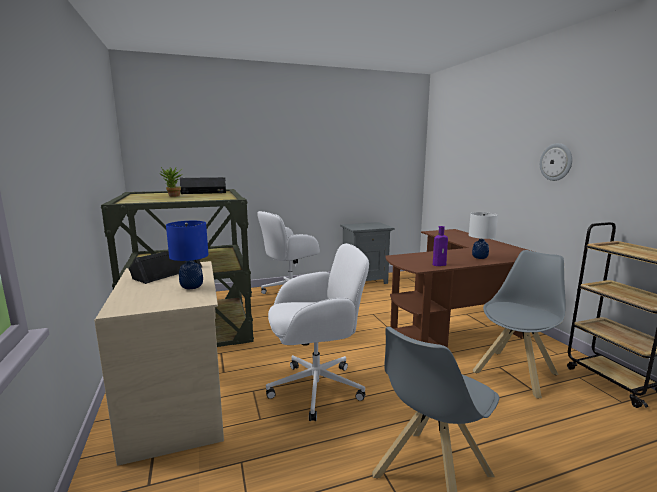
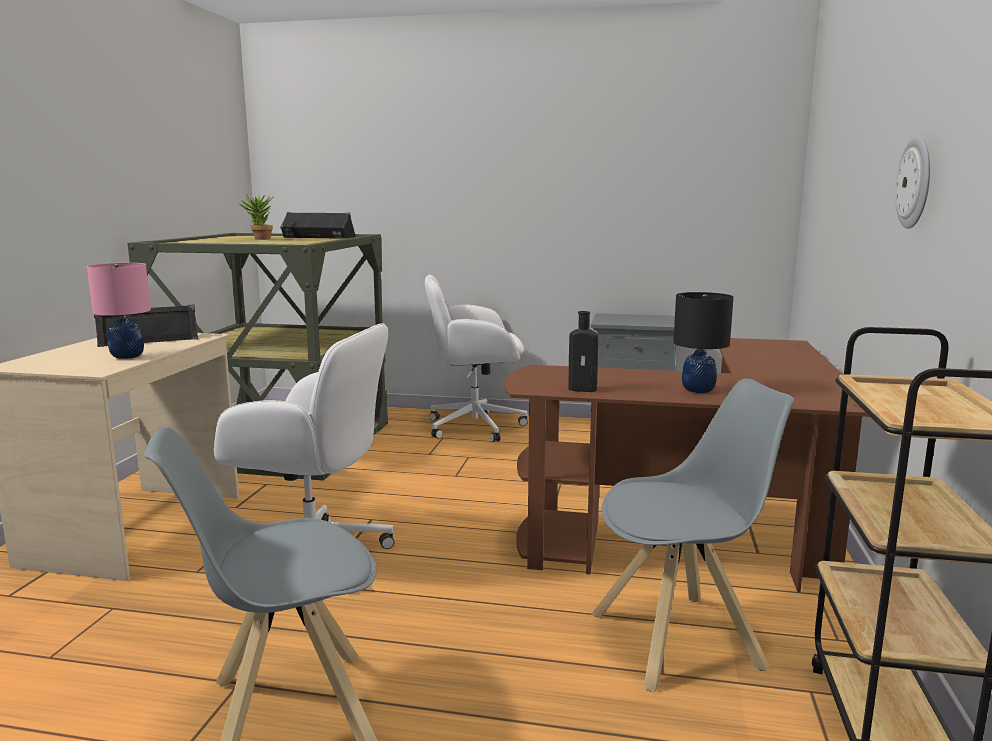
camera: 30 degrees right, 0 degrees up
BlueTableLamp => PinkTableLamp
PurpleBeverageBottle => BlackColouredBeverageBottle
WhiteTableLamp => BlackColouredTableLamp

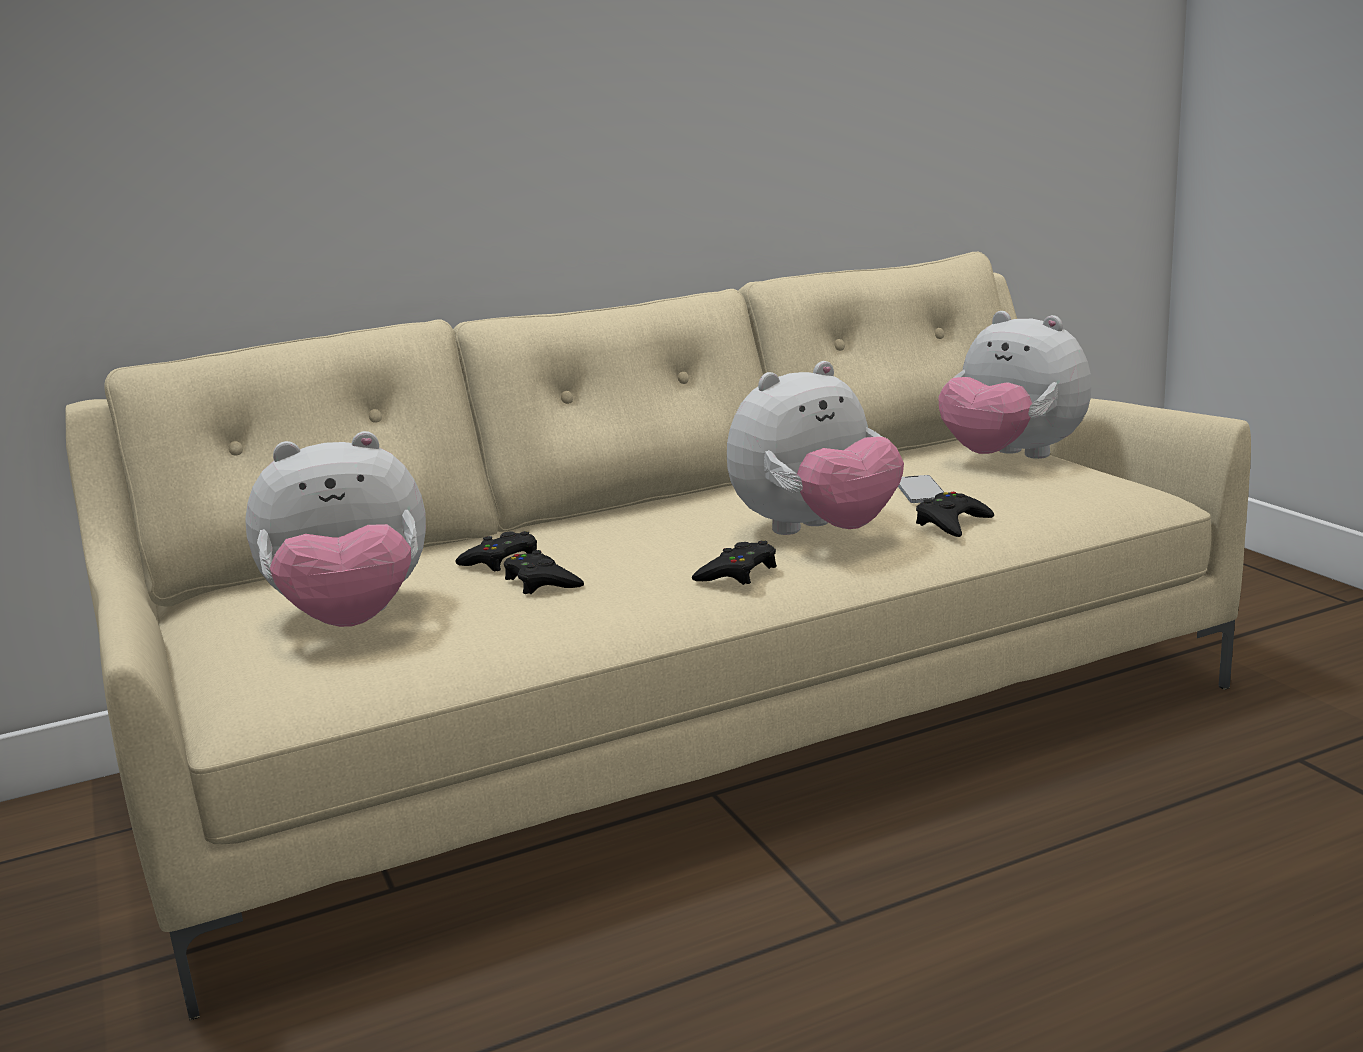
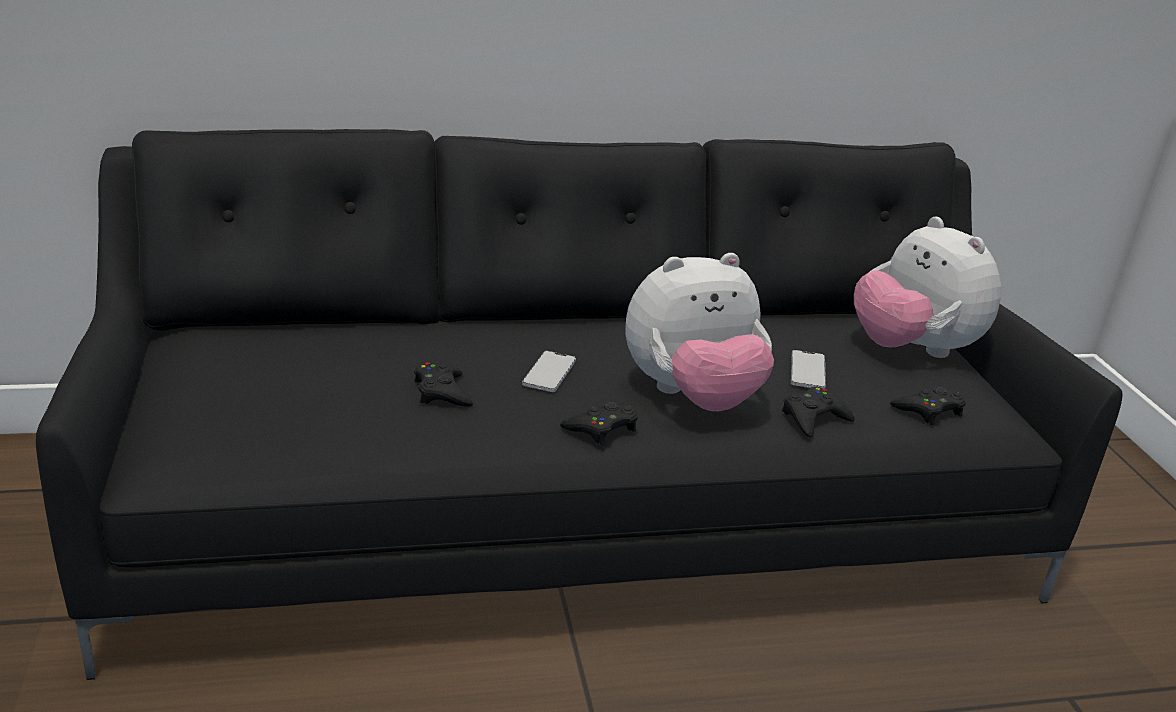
camera: 10 degrees right, 10 degrees up
SandColouredSettee => BlackColouredSettee
PlushToy (no. 1 from left) => nothing
BlackColouredGameController (no. 1 from left in the first image) => BlackColouredGameController (no. 4 from left), relocated
nothing => Handset (no. 1 from left)

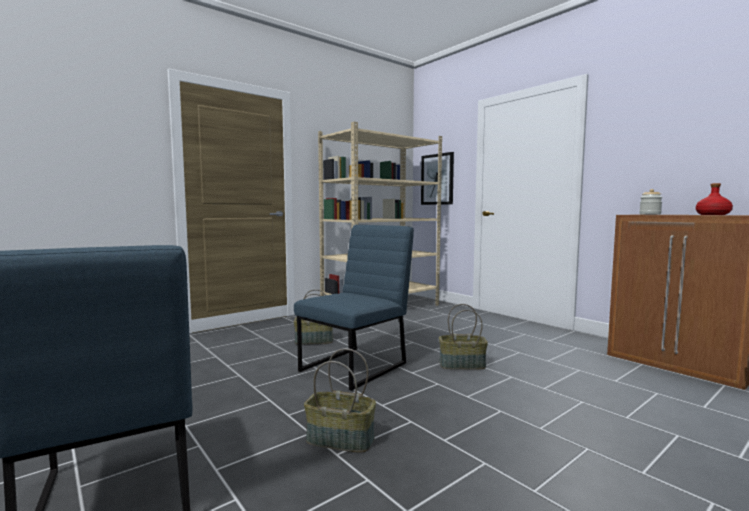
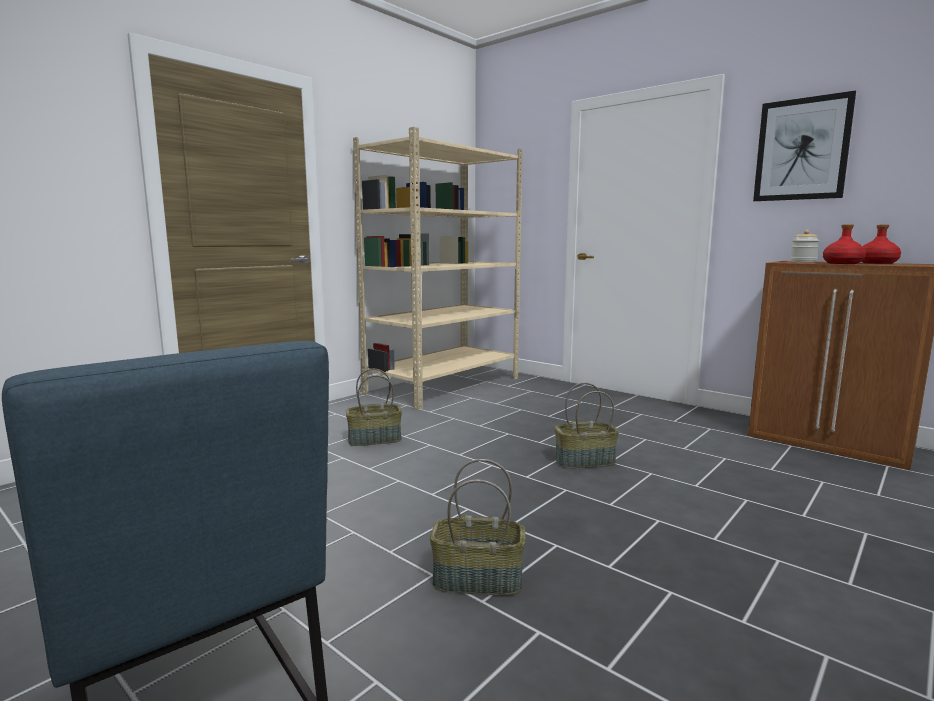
camera: 10 degrees left, 5 degrees up
BlueUprightChair (no. 2 from left) => nothing
WallPicture, relocated
nothing => RedBeverageBottle (no. 1 from left)

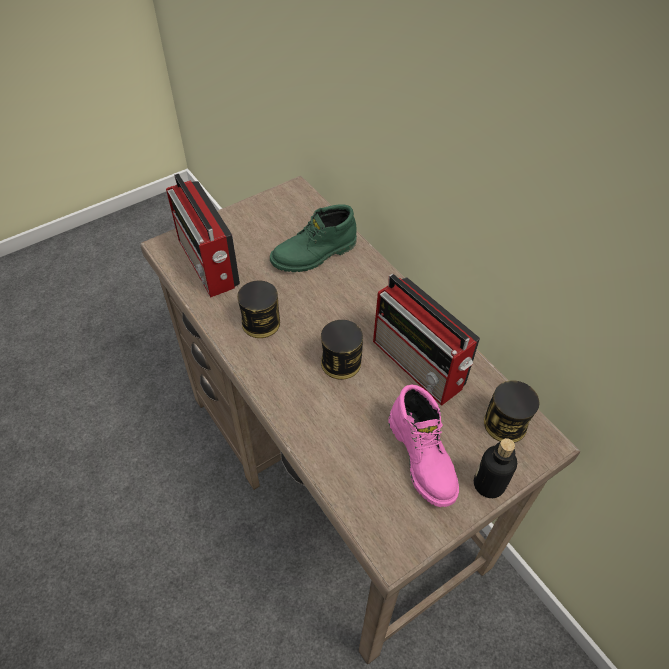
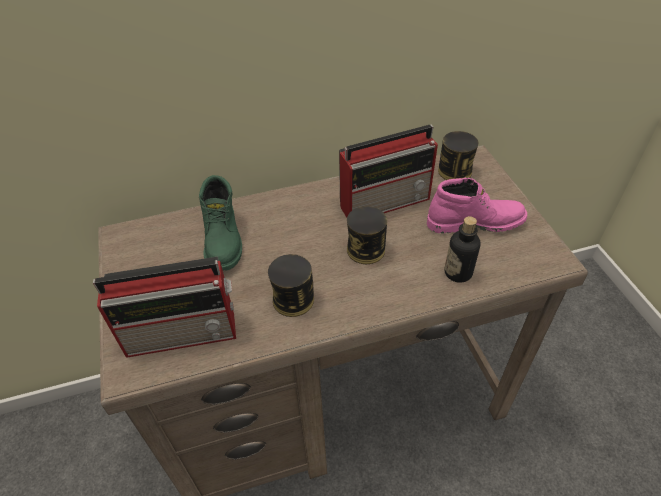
camera: 70 degrees left, 5 degrees down
BeverageBottle, relocated

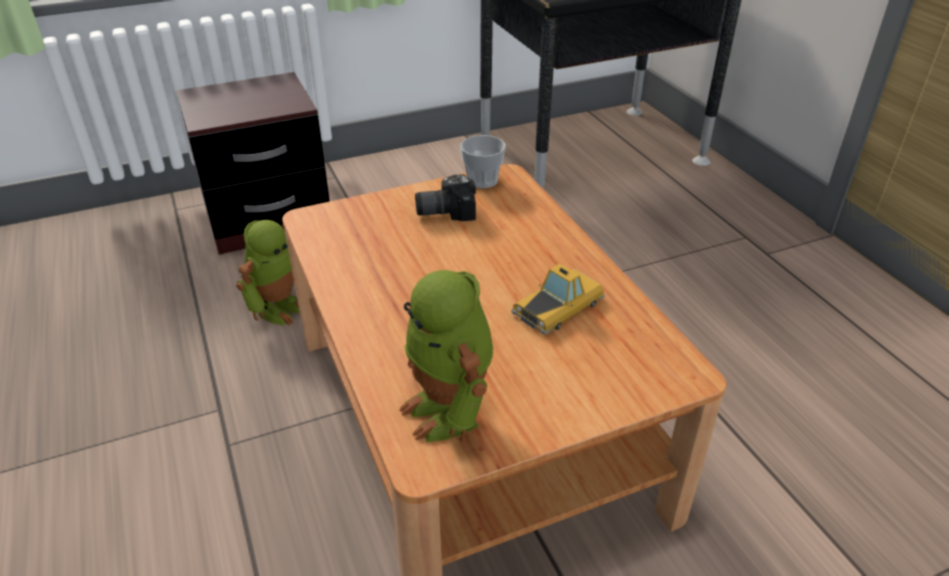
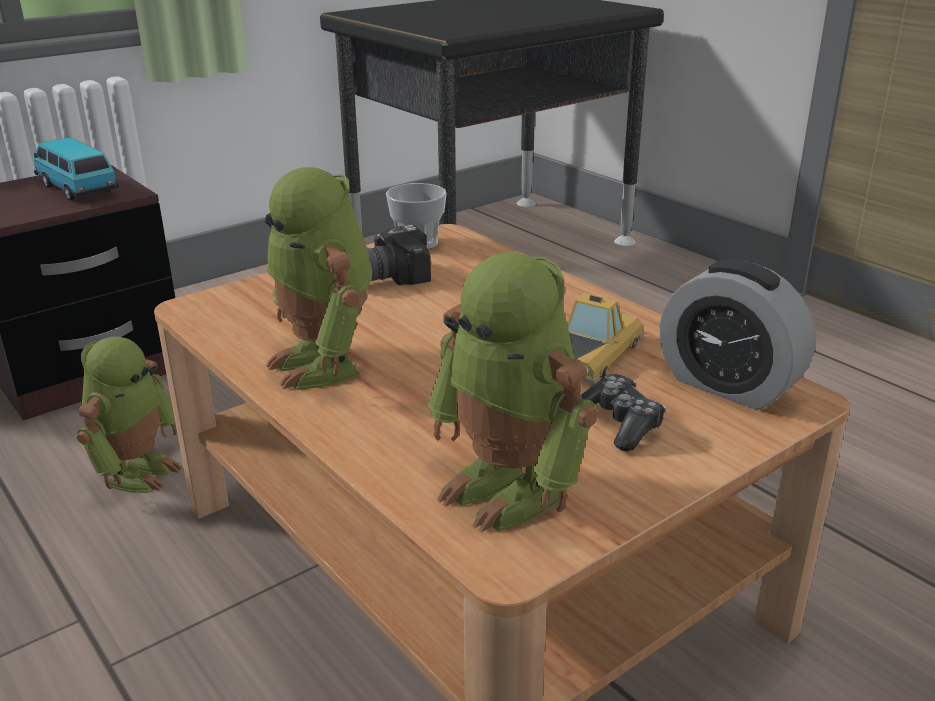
camera: 15 degrees left, 10 degrees down
nothing => MiniatureCar (no. 1 from left)
nothing => RobotFigure (no. 2 from left)
nothing => GameController
nothing => BedsideClock

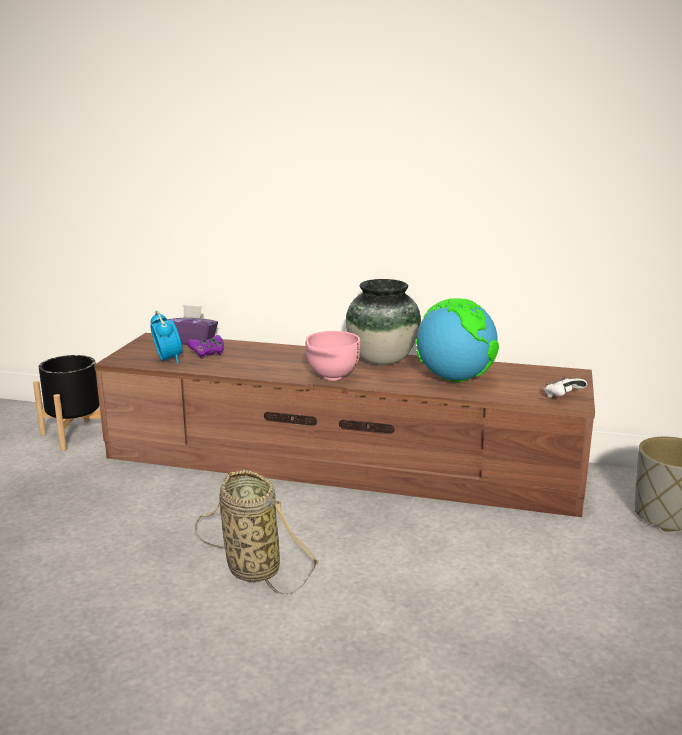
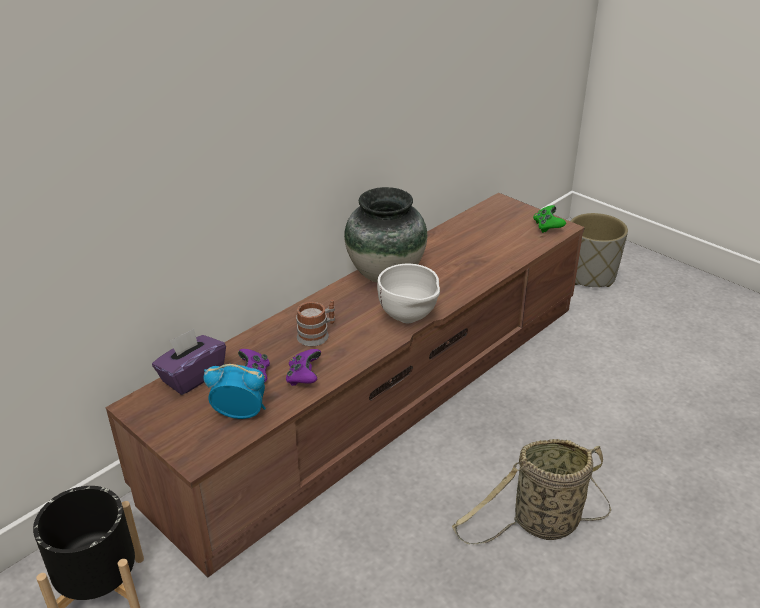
camera: 60 degrees left, 15 degrees up
PinkBowl => WhiteBowl
WorldGlobe => nothing
WhiteGameController => GreenColouredGameController
nothing => PurpleGameController (no. 2 from left)
nothing => CoffeeMug

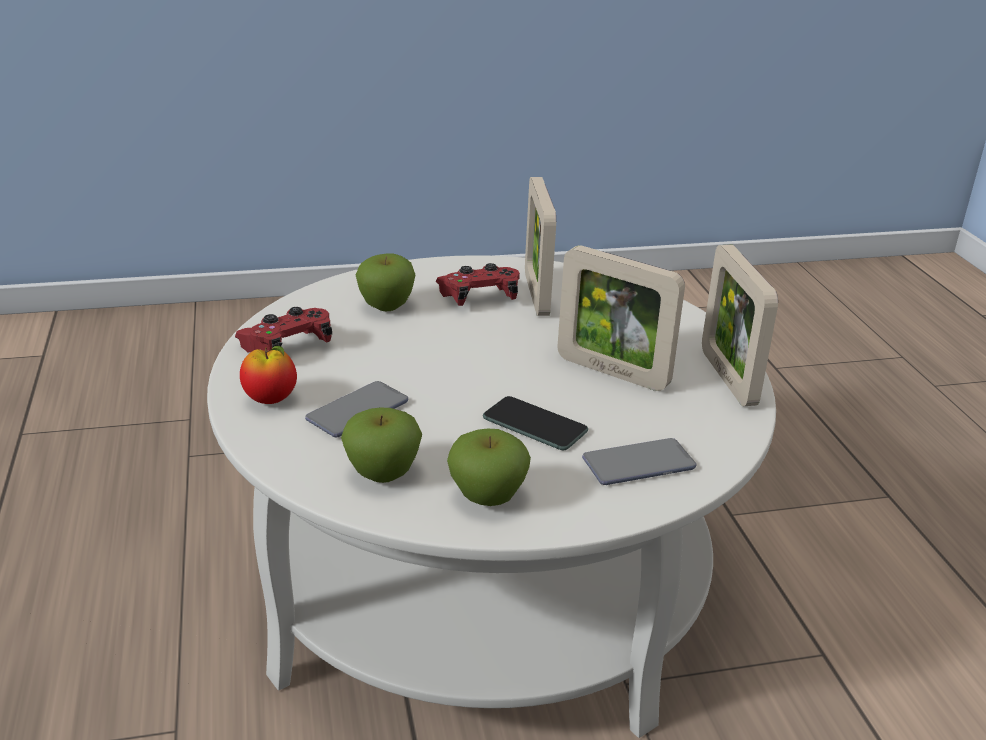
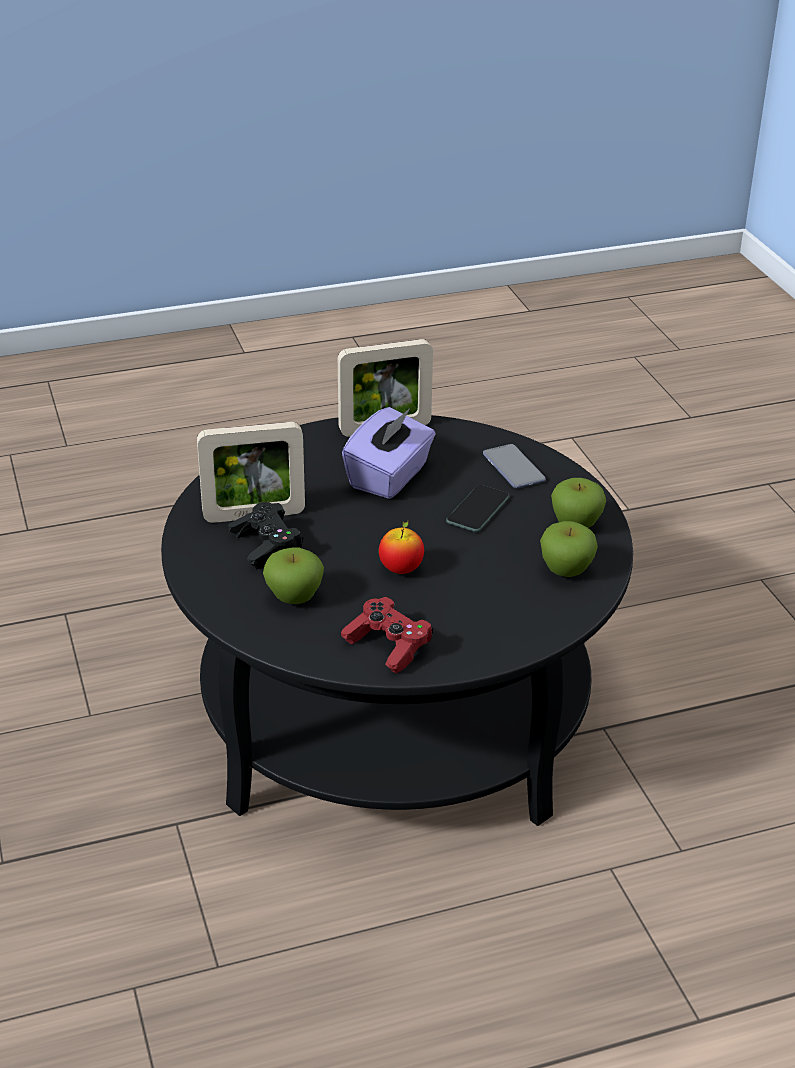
camera: 95 degrees left, 5 degrees up
WhiteLoungeTable => BlackColouredLoungeTable
Apple (no. 1 from left in the first image) => Apple (no. 2 from left), relocated
Handset (no. 1 from left) => nothing
RedGameController (no. 2 from left) => BlackColouredGameController
PictureFrame (no. 2 from left) => PurpleBoxOfTissues

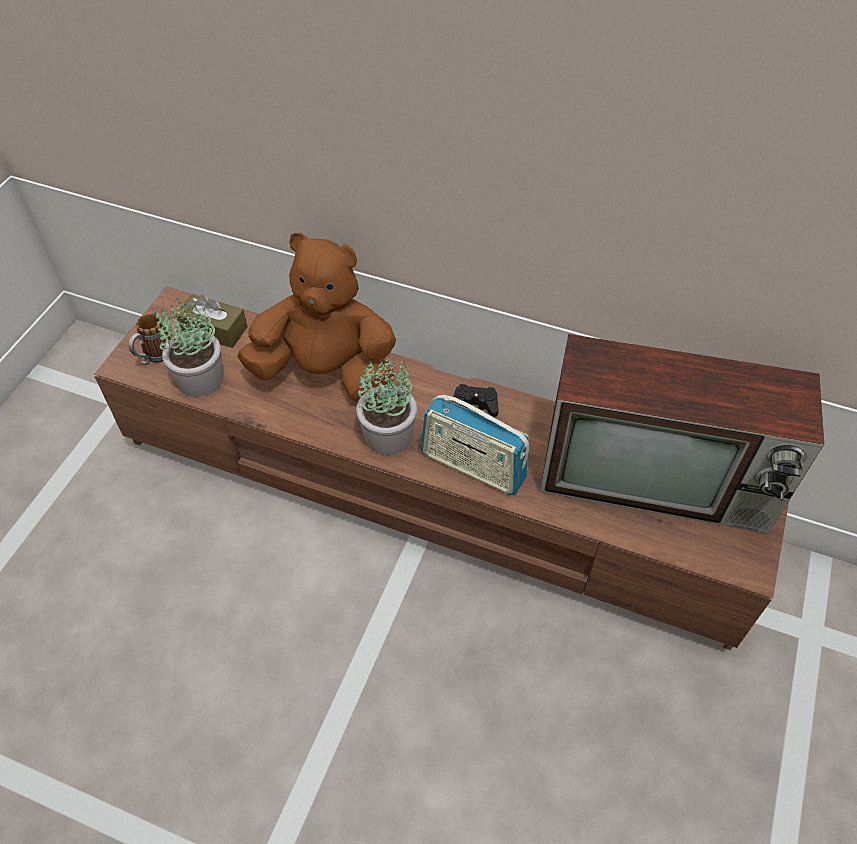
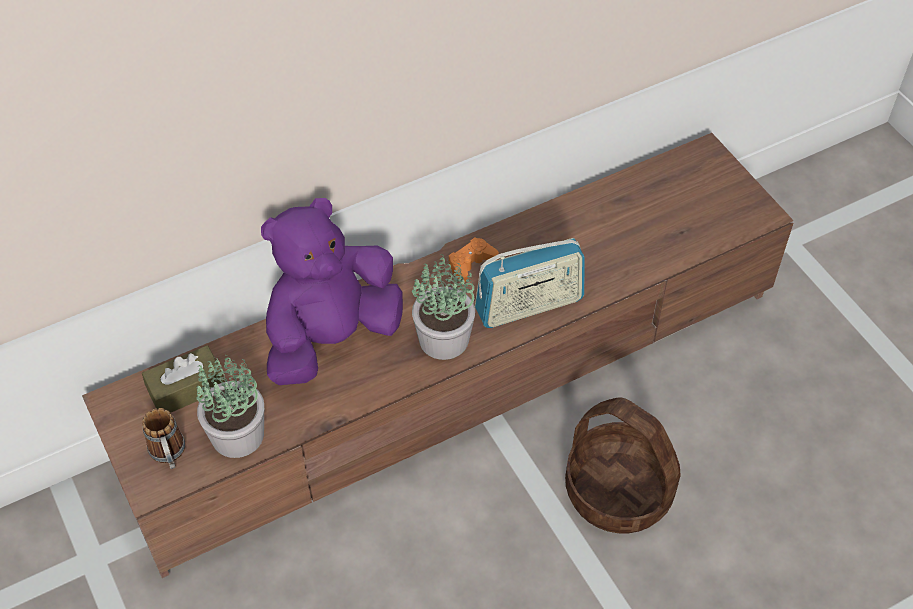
camera: 50 degrees left, 0 degrees up
BrownPlushToy => PurplePlushToy
BlackColouredGameController => OrangeyGameController
TvSet => nothing
nothing => HouseholdBasket

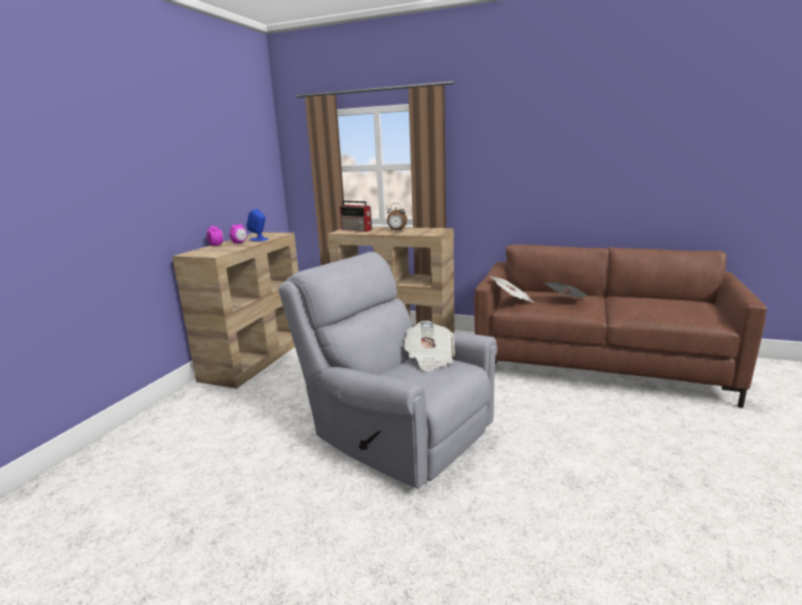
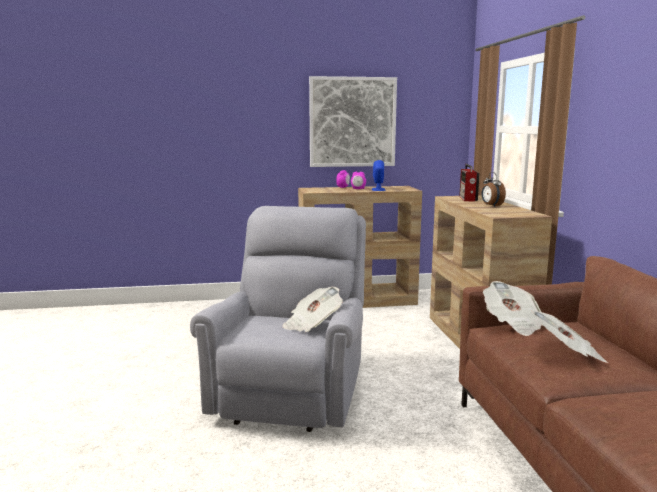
camera: 60 degrees right, 5 degrees down
nothing => WallPicture

